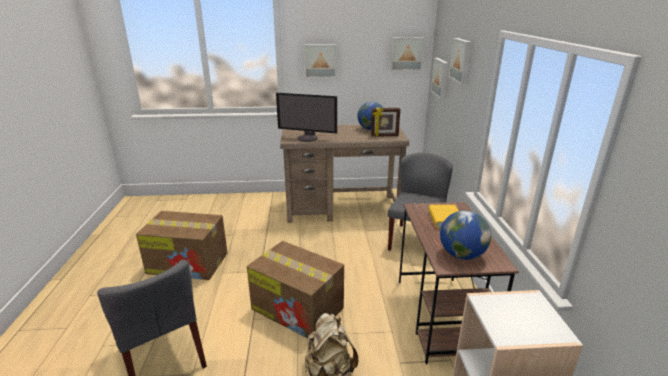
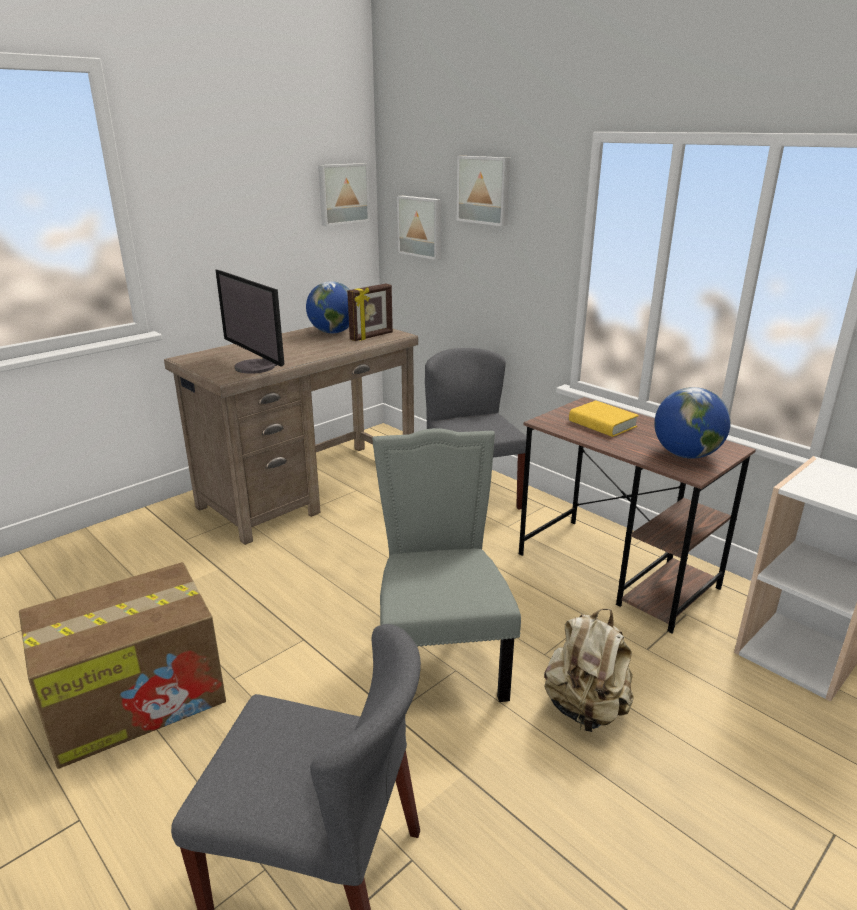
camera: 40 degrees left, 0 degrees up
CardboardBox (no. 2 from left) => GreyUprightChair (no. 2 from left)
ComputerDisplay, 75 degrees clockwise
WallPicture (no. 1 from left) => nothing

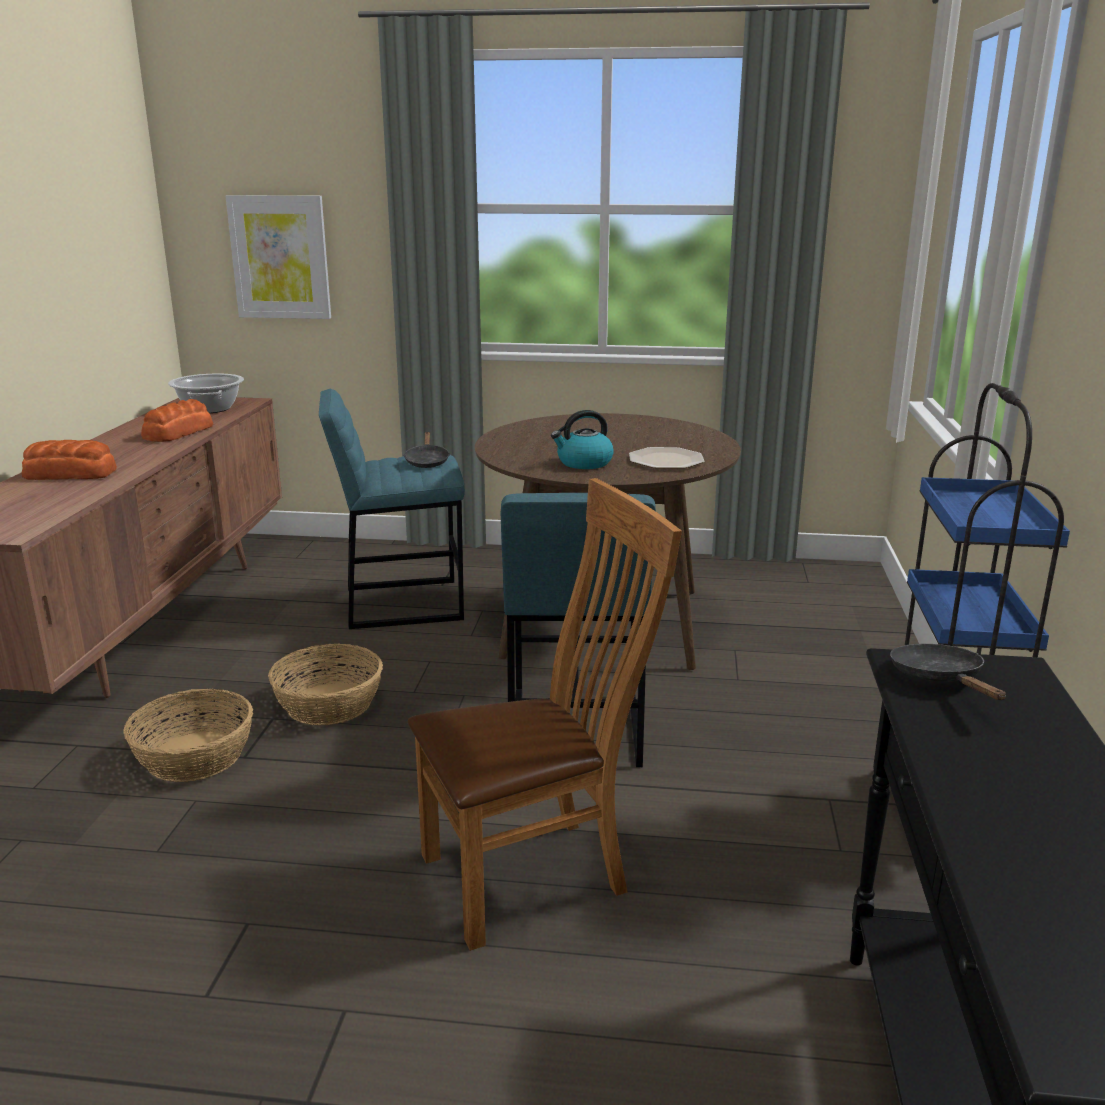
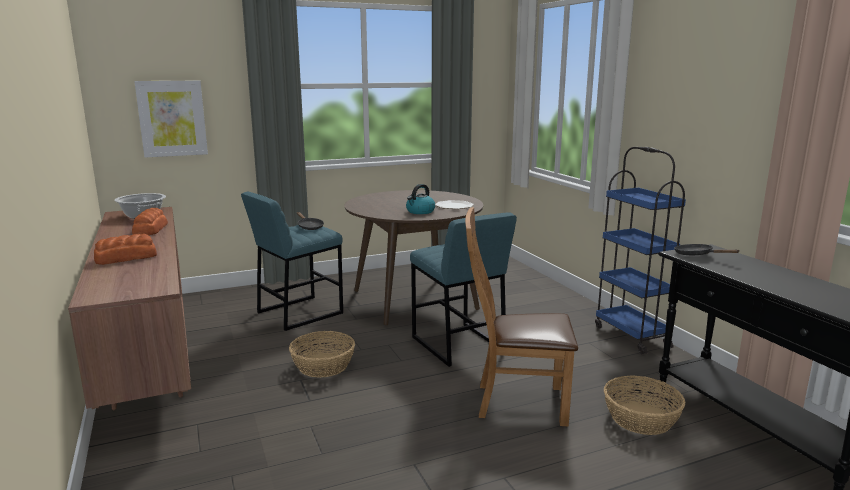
camera: 30 degrees left, 5 degrees down
HouseholdBasket (no. 1 from left in the first image) => HouseholdBasket (no. 2 from left), relocated
BrownUprightChair, 120 degrees counterclockwise

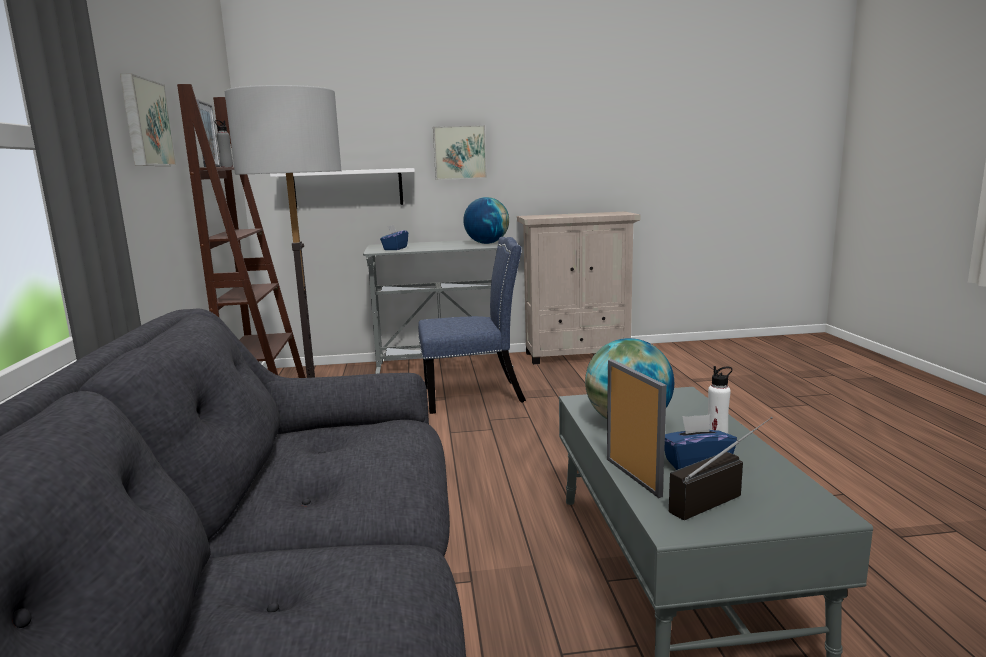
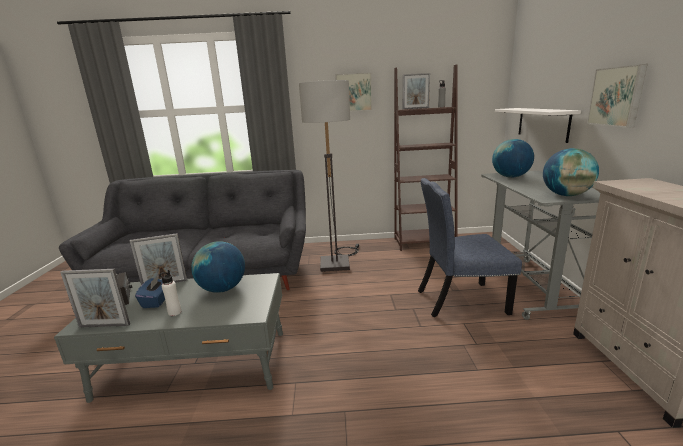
camera: 95 degrees right, 5 degrees up
BlueBoxOfTissues (no. 1 from left) => WorldGlobe (no. 2 from left)
BlueUprightChair, 90 degrees clockwise
nothing => PictureFrame (no. 1 from left)

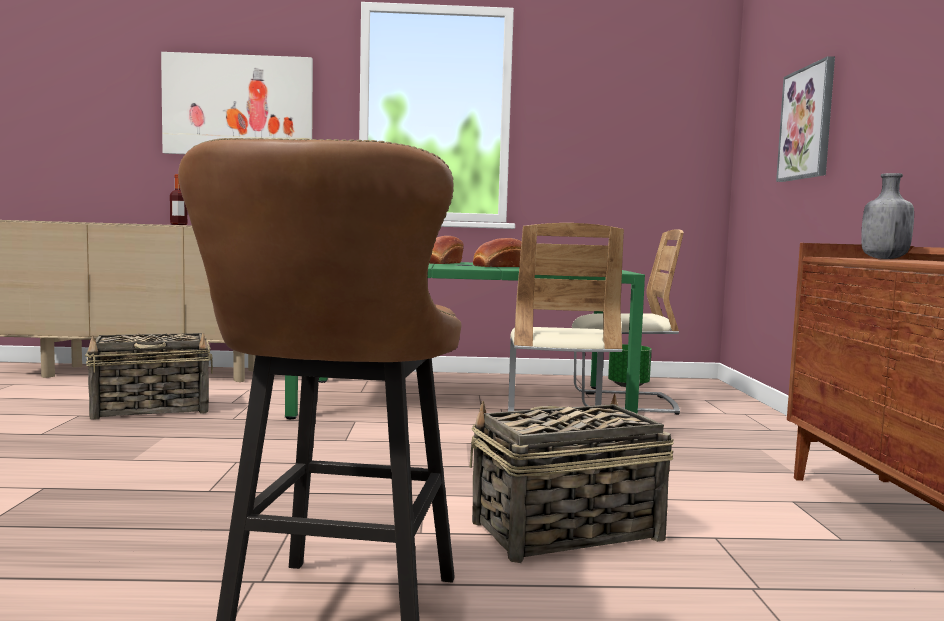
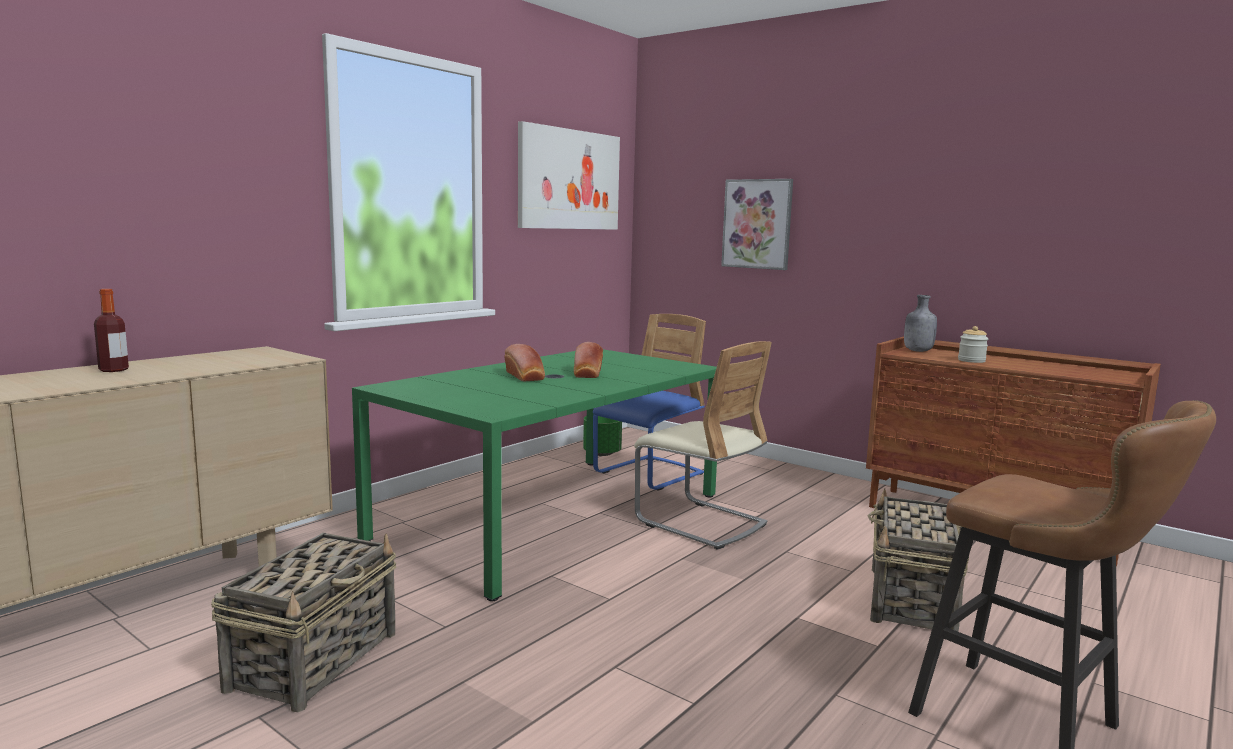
camera: 50 degrees left, 5 degrees up
WallPicture (no. 1 from left), relocated
SandColouredUprightChair (no. 2 from left) => BlueUprightChair
nothing => StorageJar

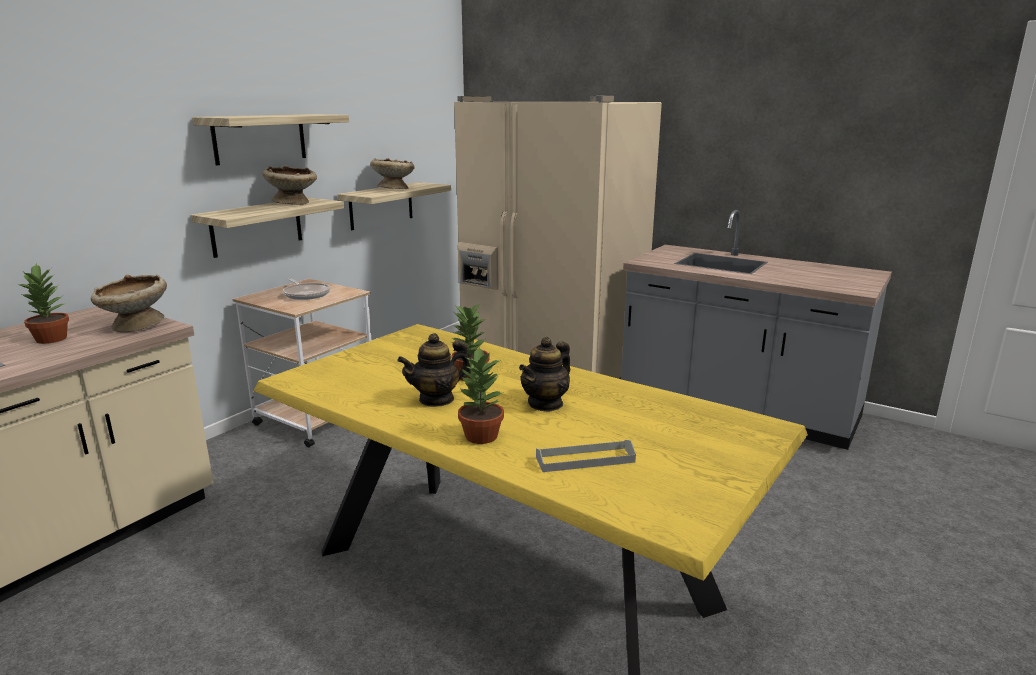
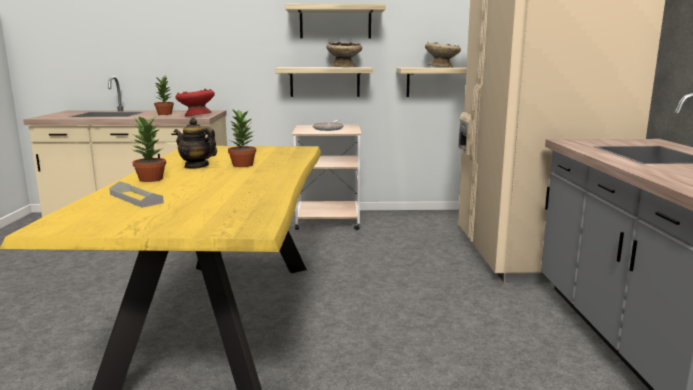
camera: 55 degrees right, 5 degrees down
SandColouredBowl (no. 1 from left) => RedBowl
Teapot (no. 2 from left) => nothing

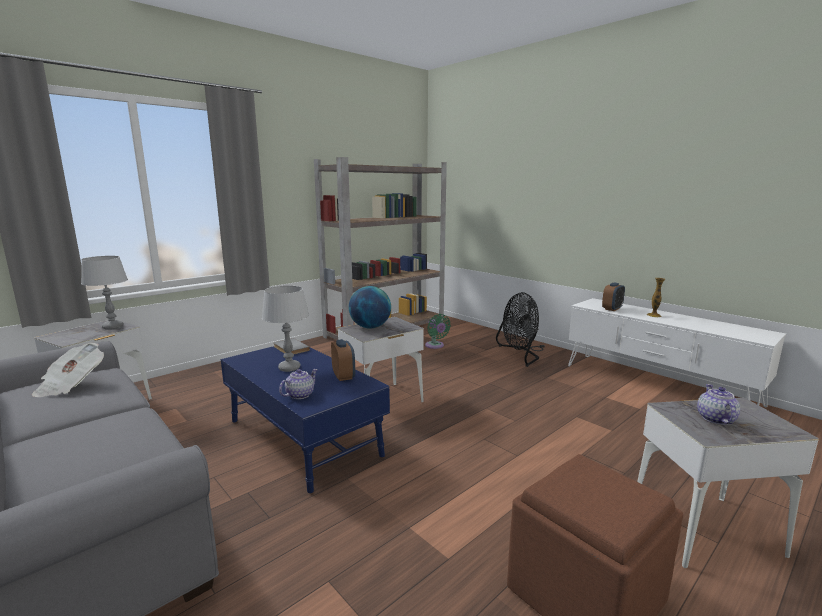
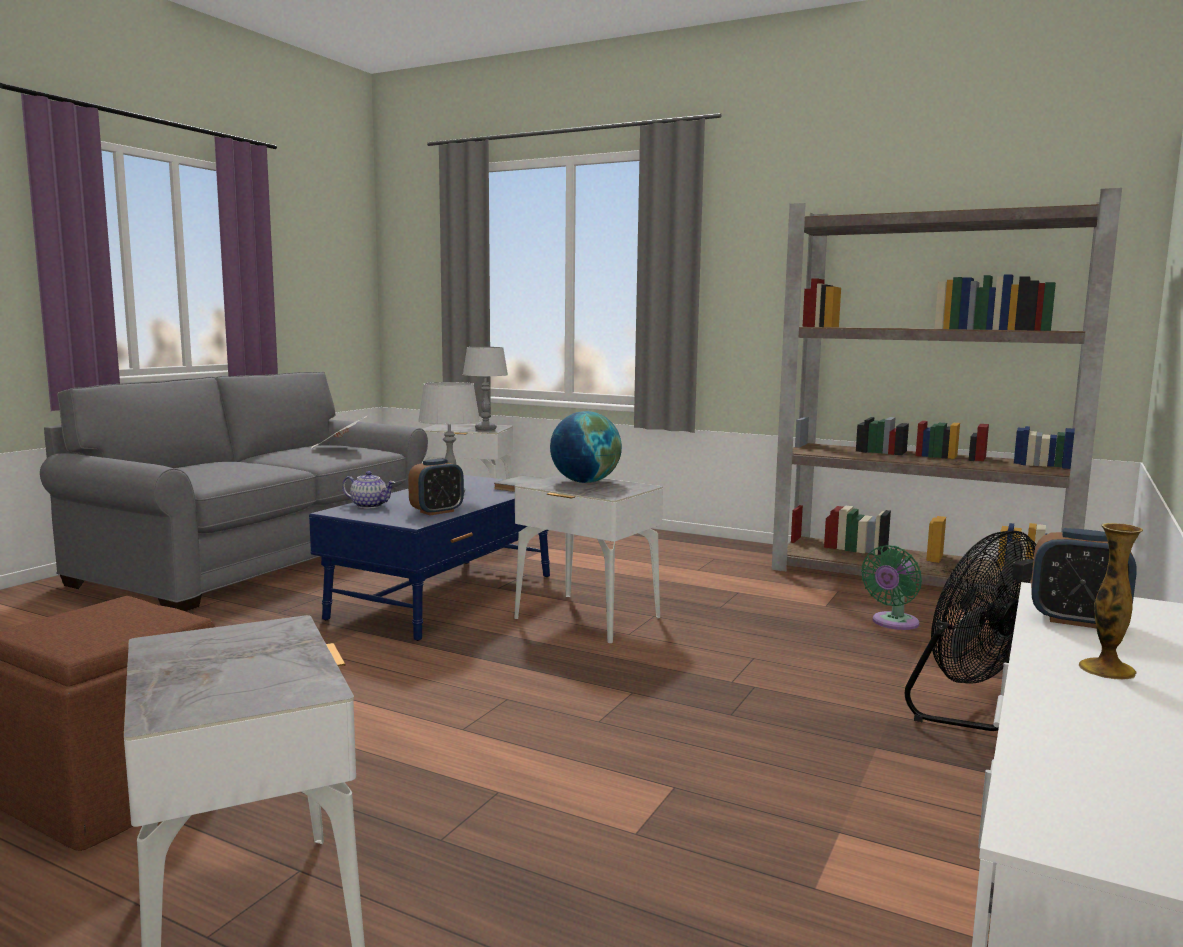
camera: 70 degrees right, 5 degrees down
Teapot (no. 2 from left) => nothing

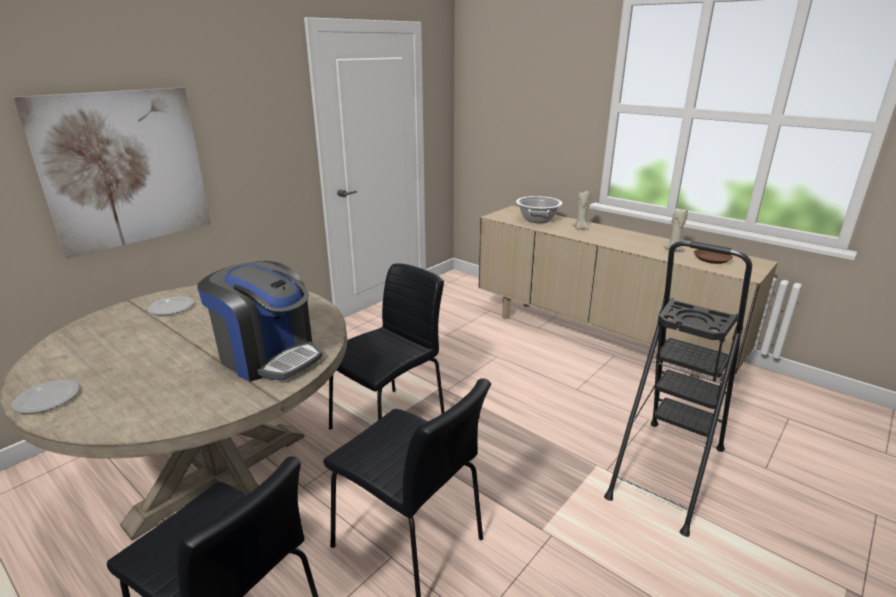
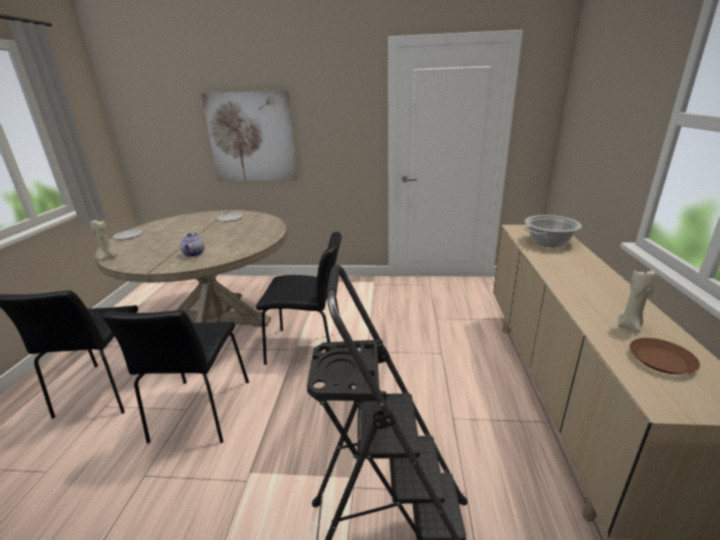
camera: 55 degrees right, 0 degrees up
CoffeeMachine => Teapot
SandColouredWaxLight (no. 1 from left), relocated

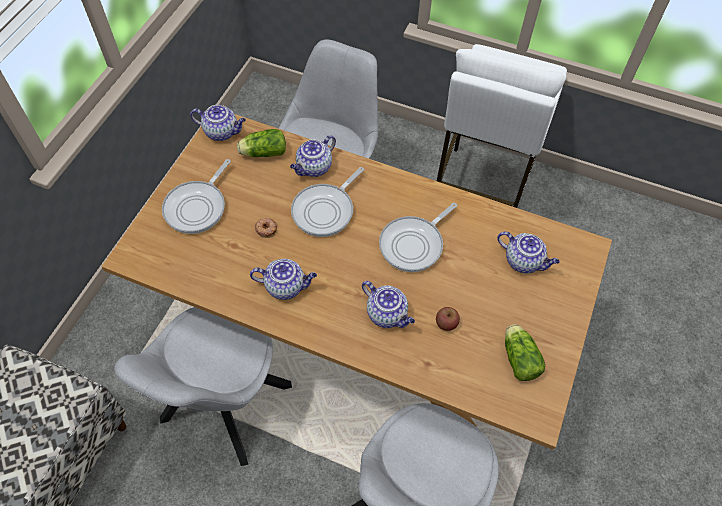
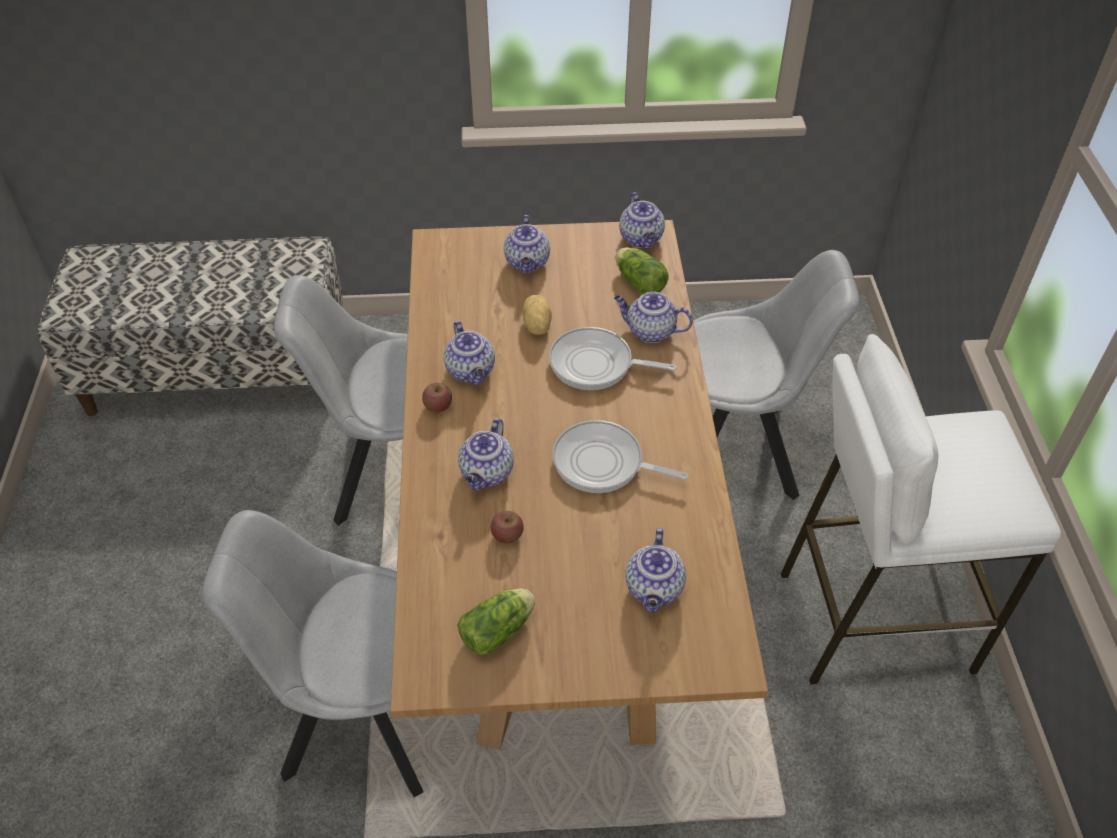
camera: 65 degrees right, 10 degrees down
Pan (no. 1 from left) => Teapot (no. 3 from left)
Doughnut => Spud
nothing => Apple (no. 1 from left)

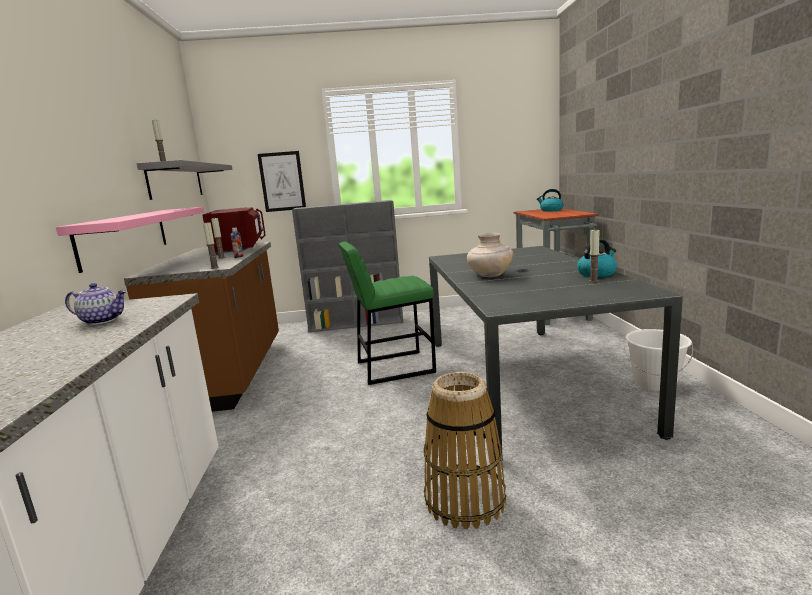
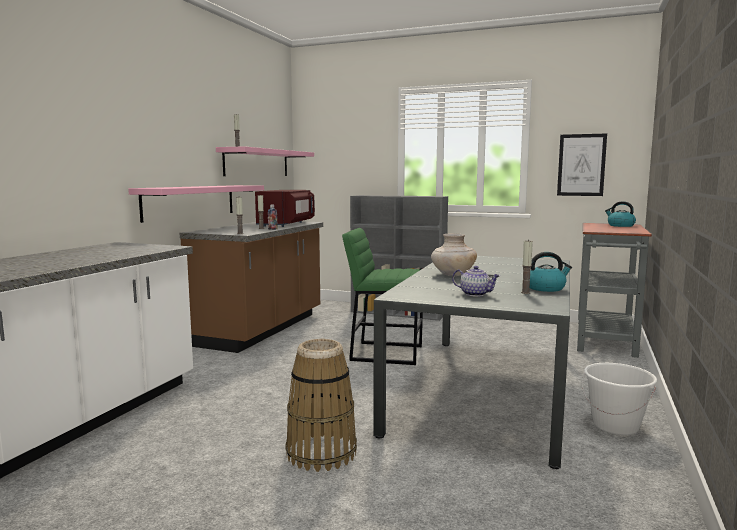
camera: 25 degrees right, 5 degrees down
Teapot, relocated
GreyShelf => PinkShelf (no. 2 from left)
WallPicture, relocated

